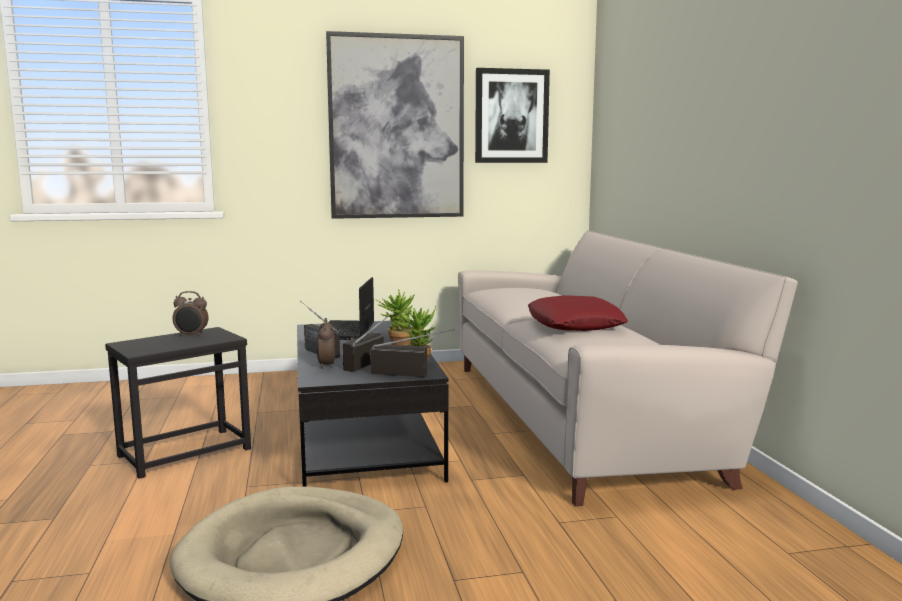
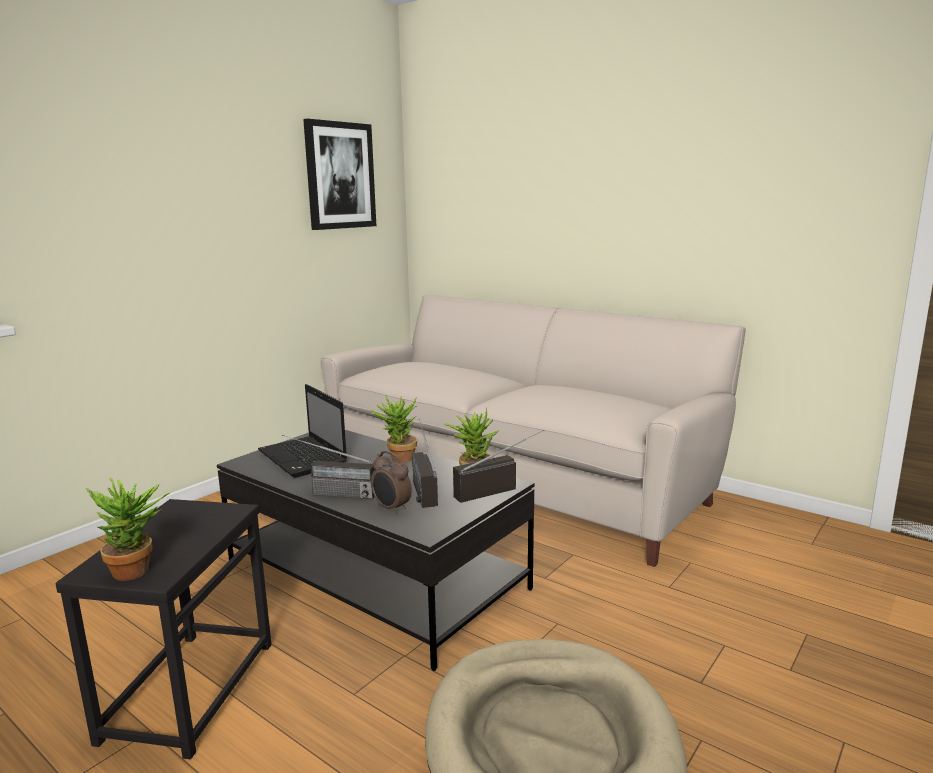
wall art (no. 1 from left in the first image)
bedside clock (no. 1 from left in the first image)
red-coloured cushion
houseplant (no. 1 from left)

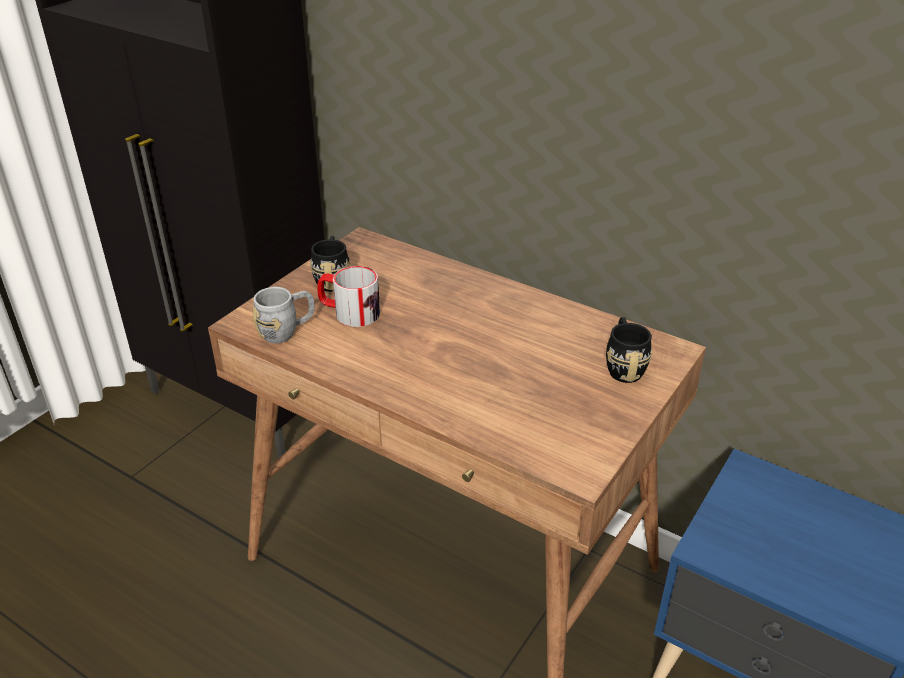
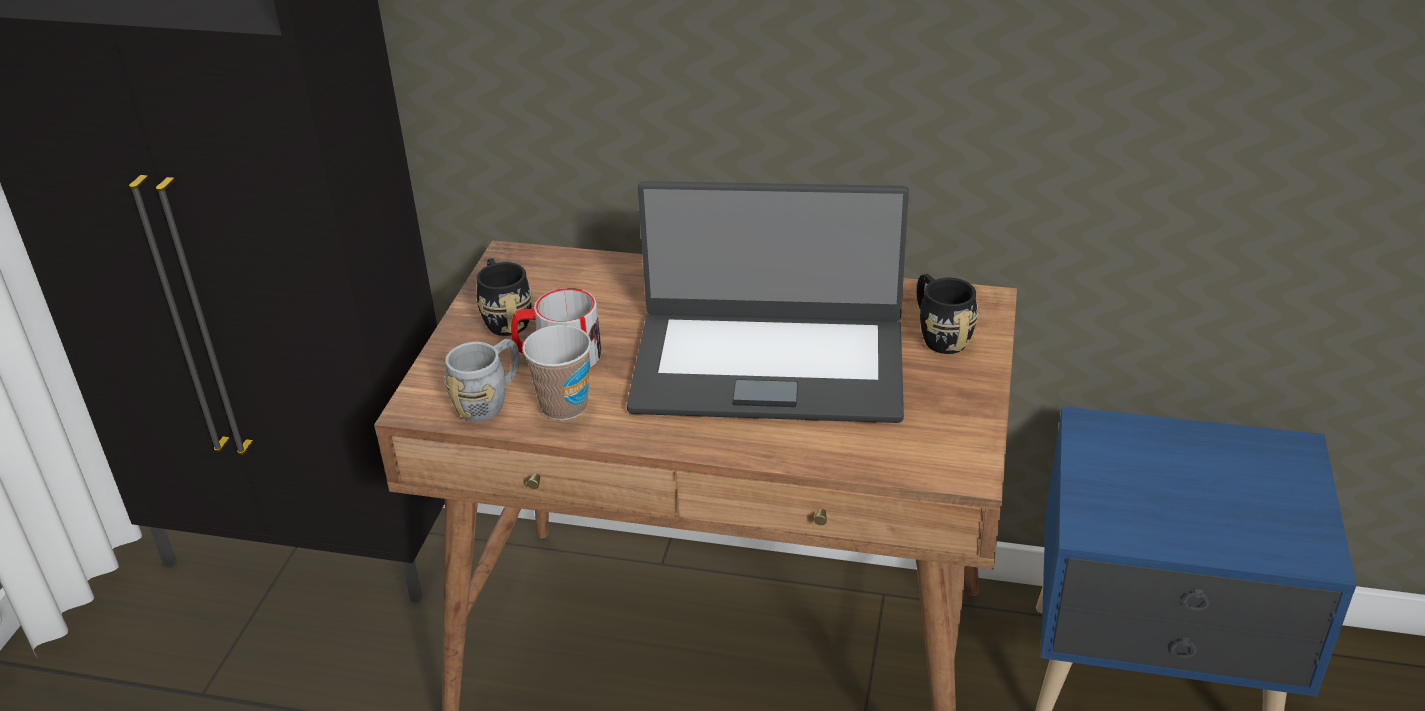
laptop
small cup

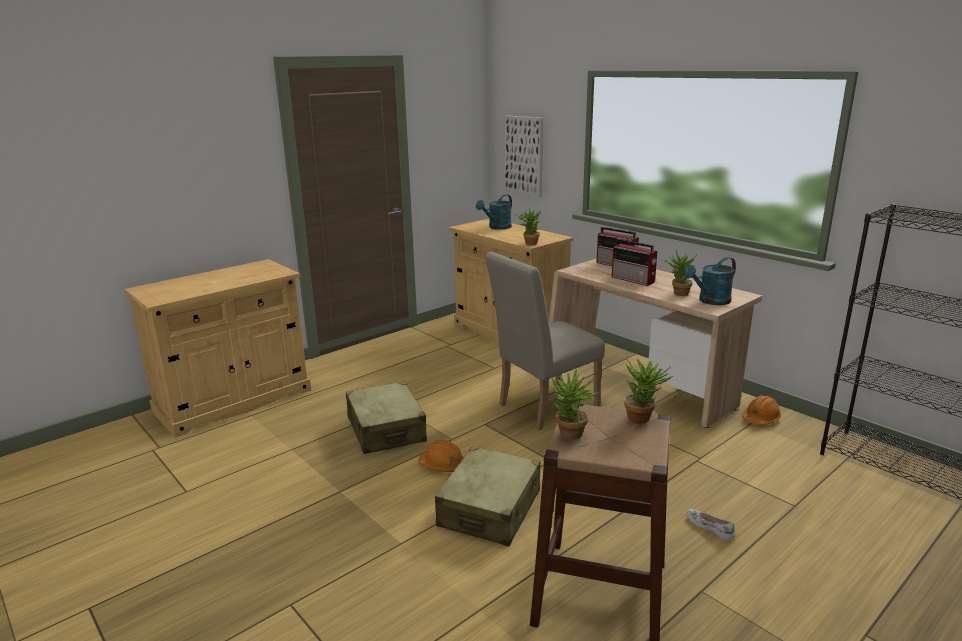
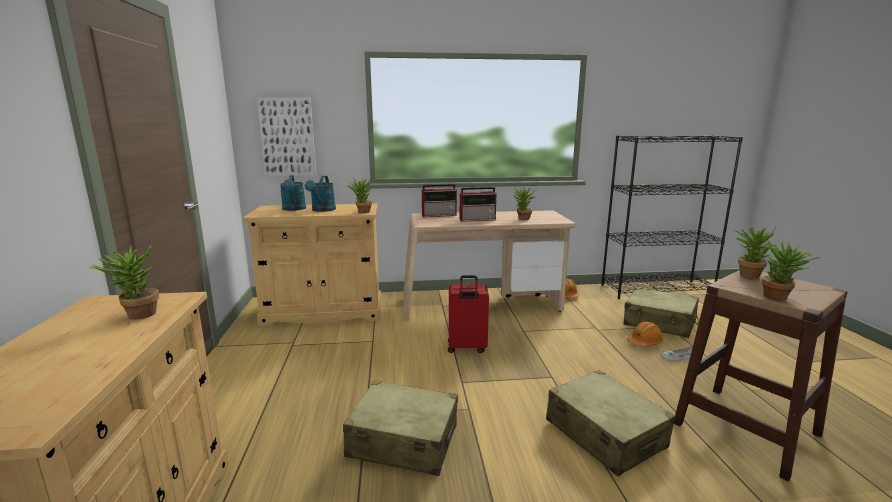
red-coloured travel case
turquoise sprinkling can (no. 2 from left)
orange-coloured hard hat (no. 2 from left)
houseplant (no. 1 from left)
sand-coloured travel case (no. 3 from left)

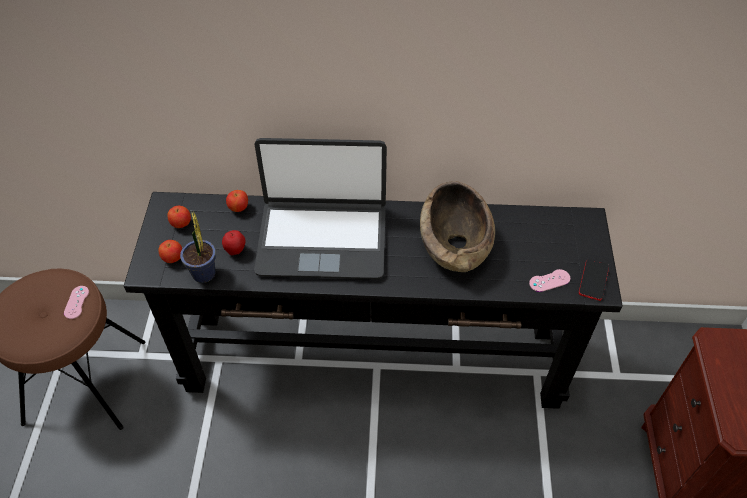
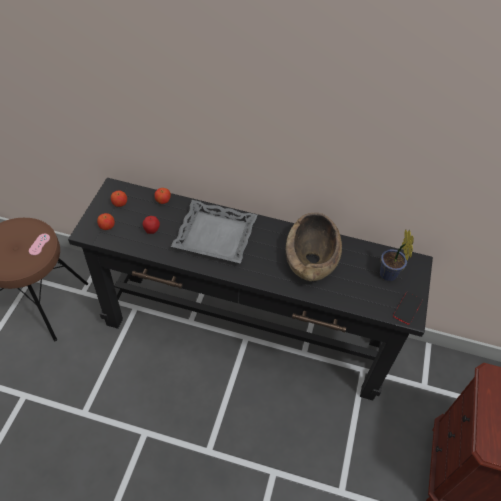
grey tray
houseplant
pink-coloured gamepad (no. 2 from left in the first image)

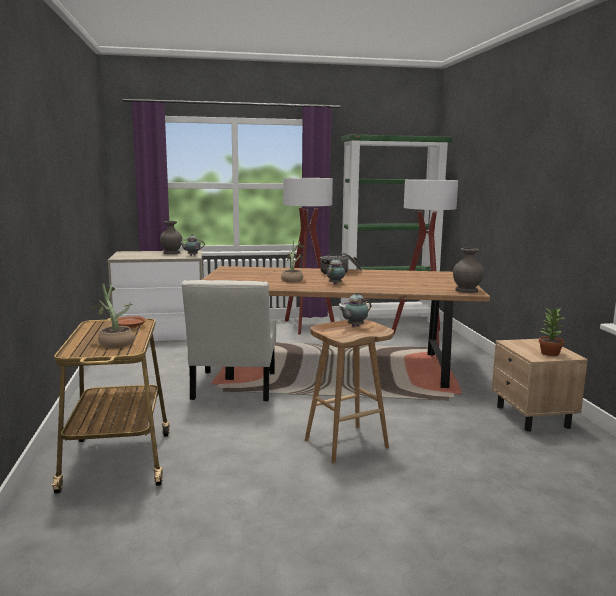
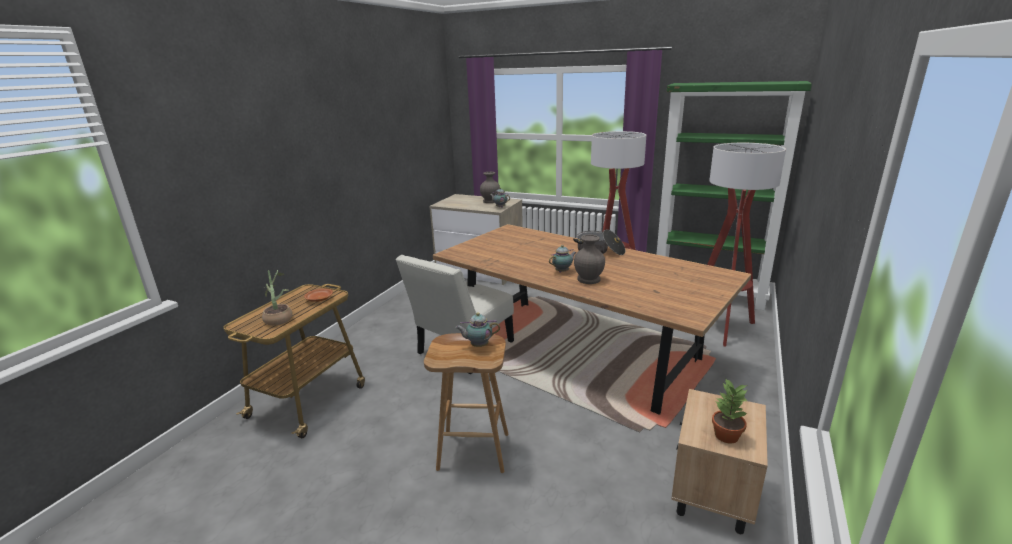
houseplant (no. 2 from left in the first image)
grey decorative vase (no. 2 from left)

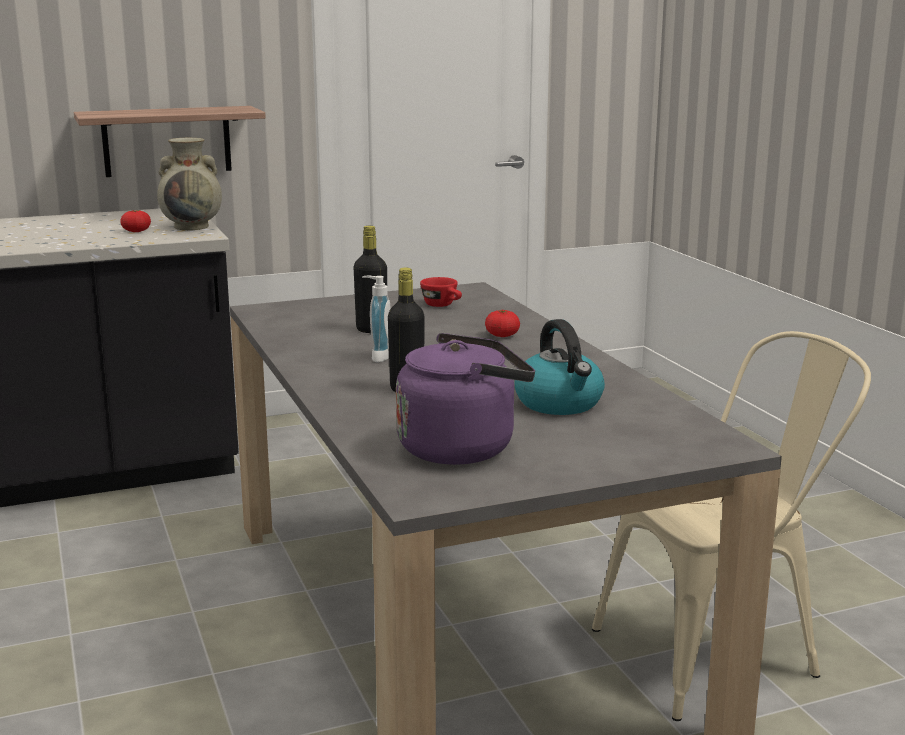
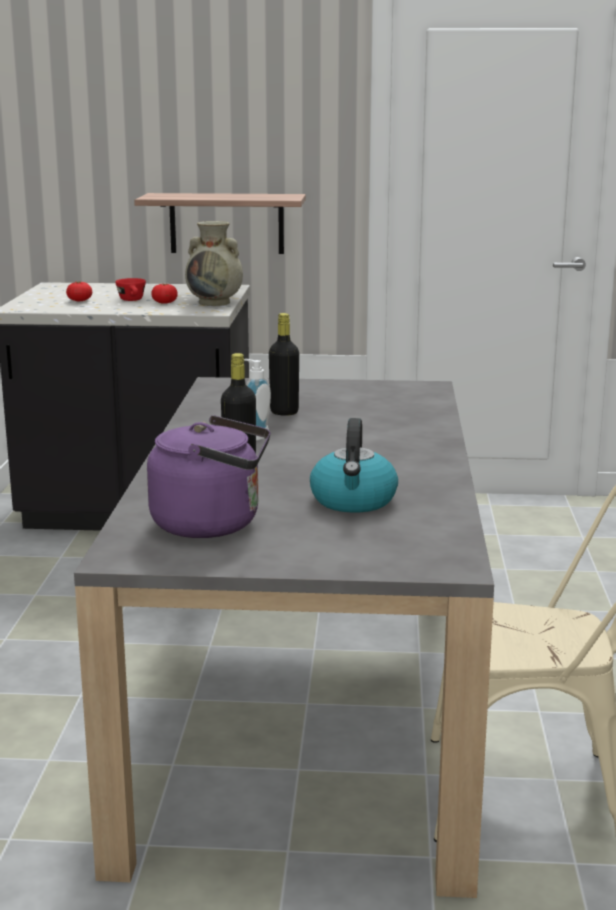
red-coloured small cup
whole tomato (no. 1 from left)

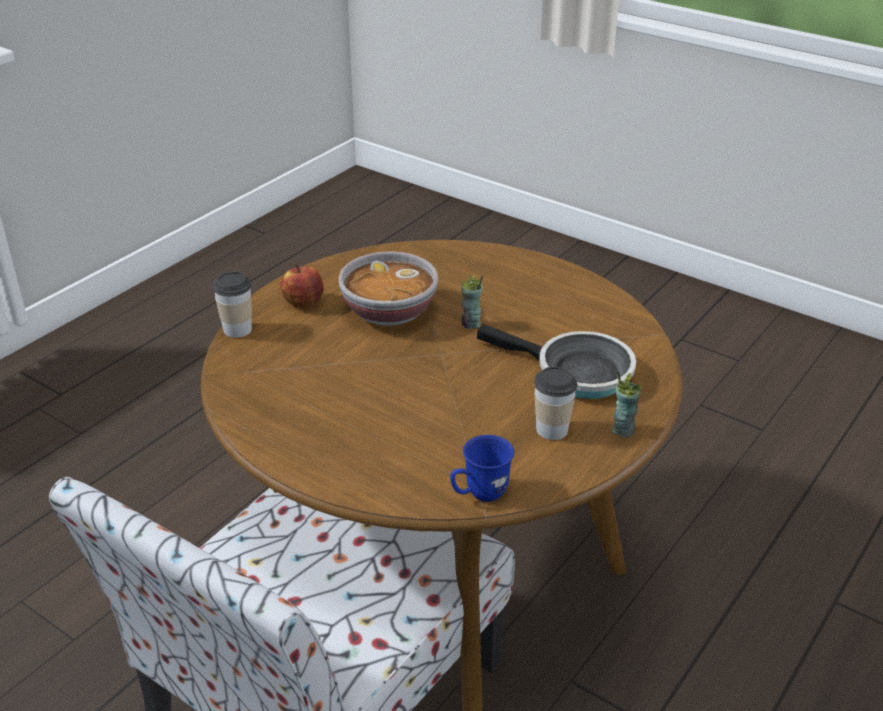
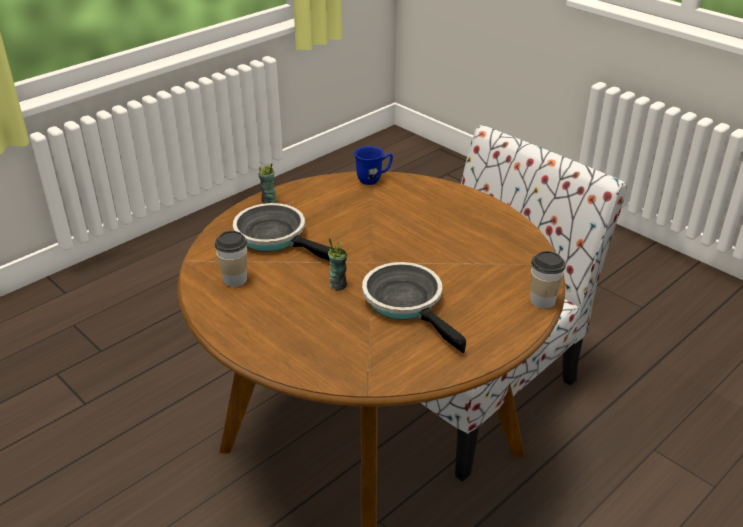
pan (no. 2 from left)
apple
small cup (no. 1 from left)

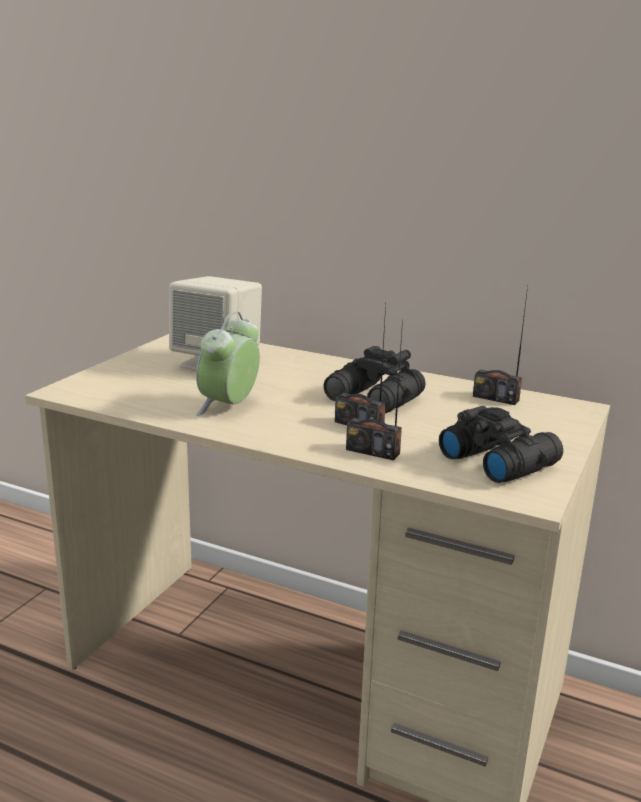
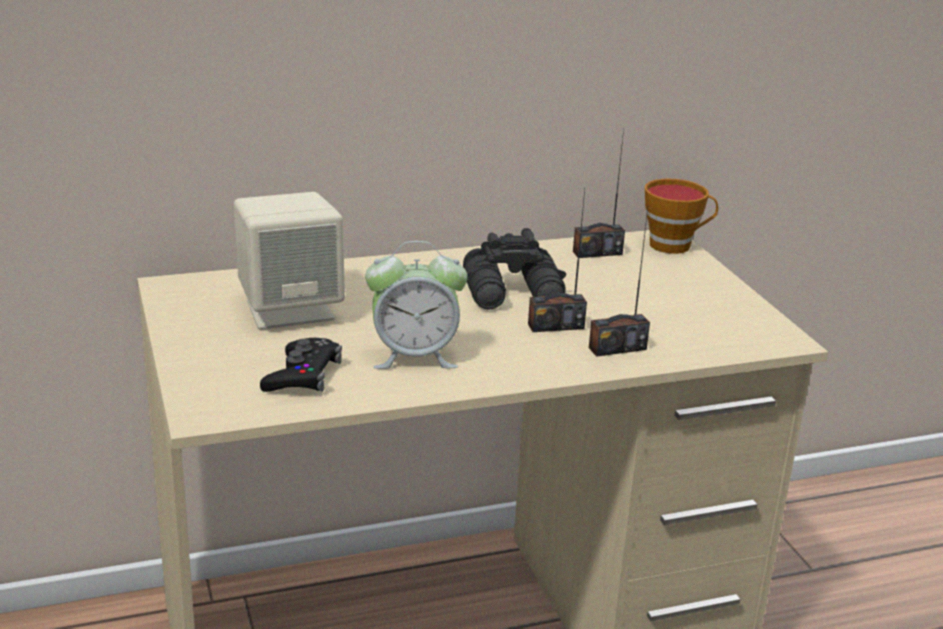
bedside clock
black-coloured binoculars (no. 2 from left in the first image)
small cup
black-coloured gamepad

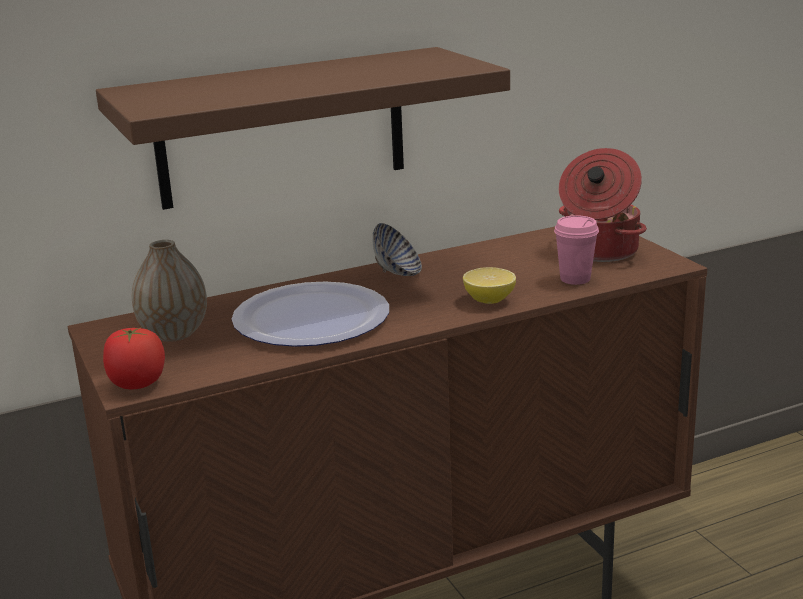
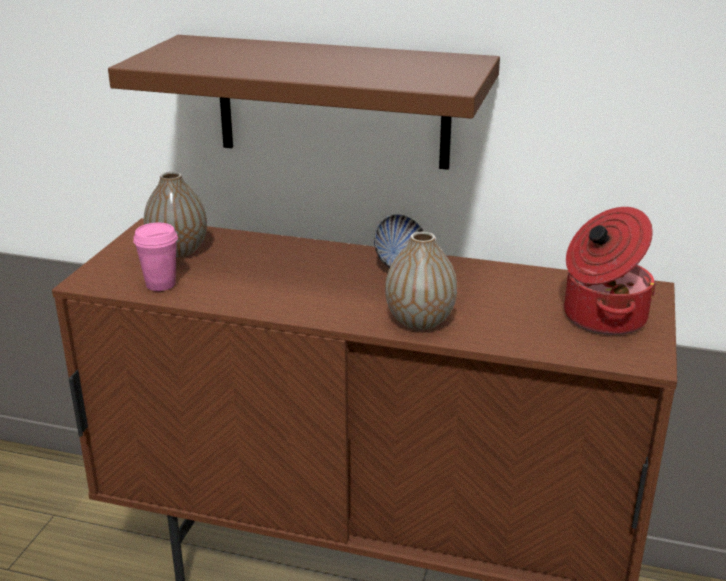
pink-coloured small cup
decorative vase (no. 2 from left)
plate
whole tomato

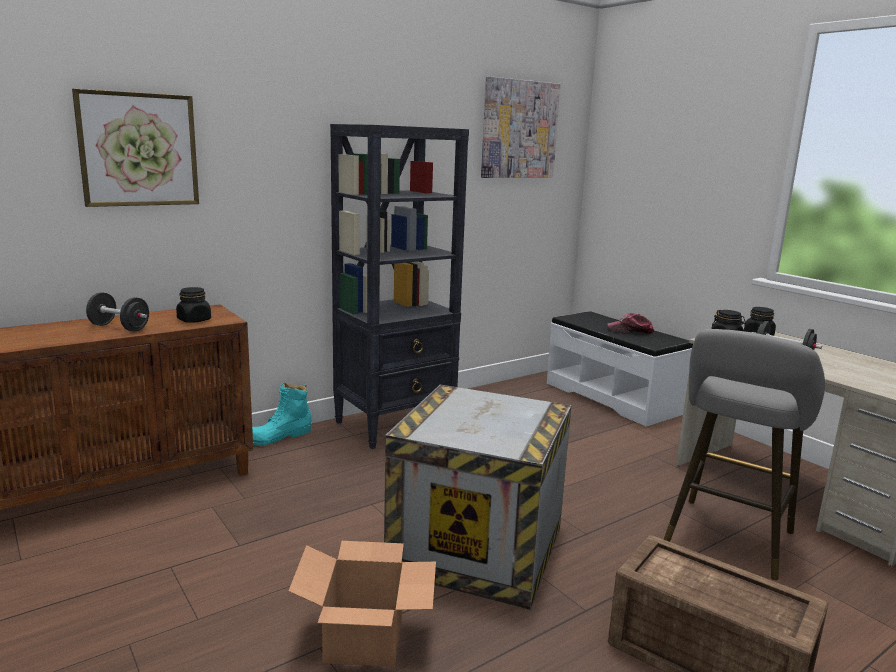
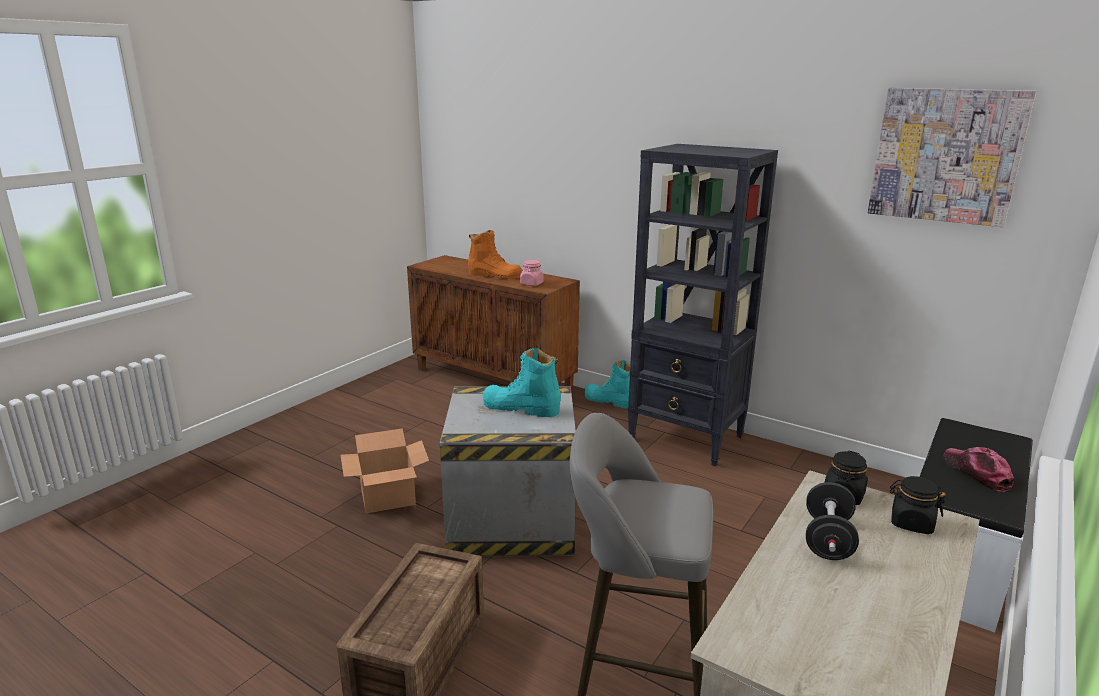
wall art (no. 1 from left in the first image)
pink-coloured storage jar
orange-coloured high-top boot
turquoise high-top boot (no. 1 from left)

